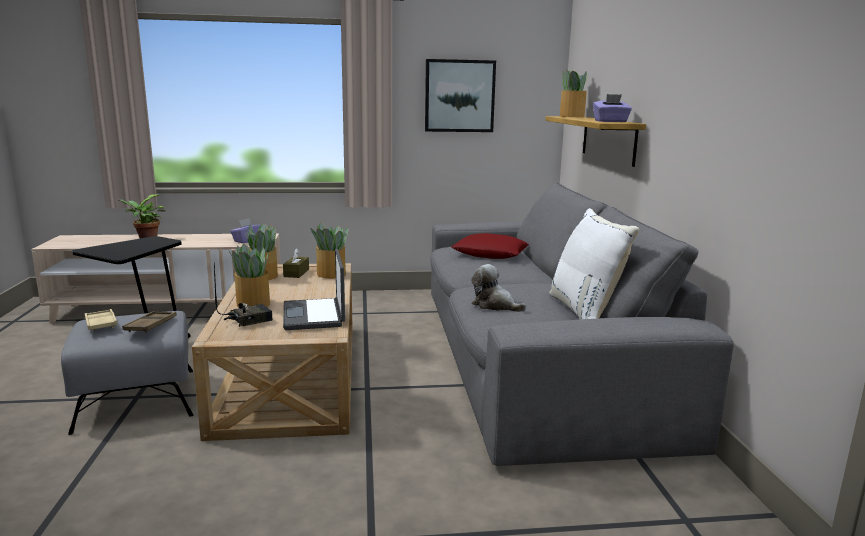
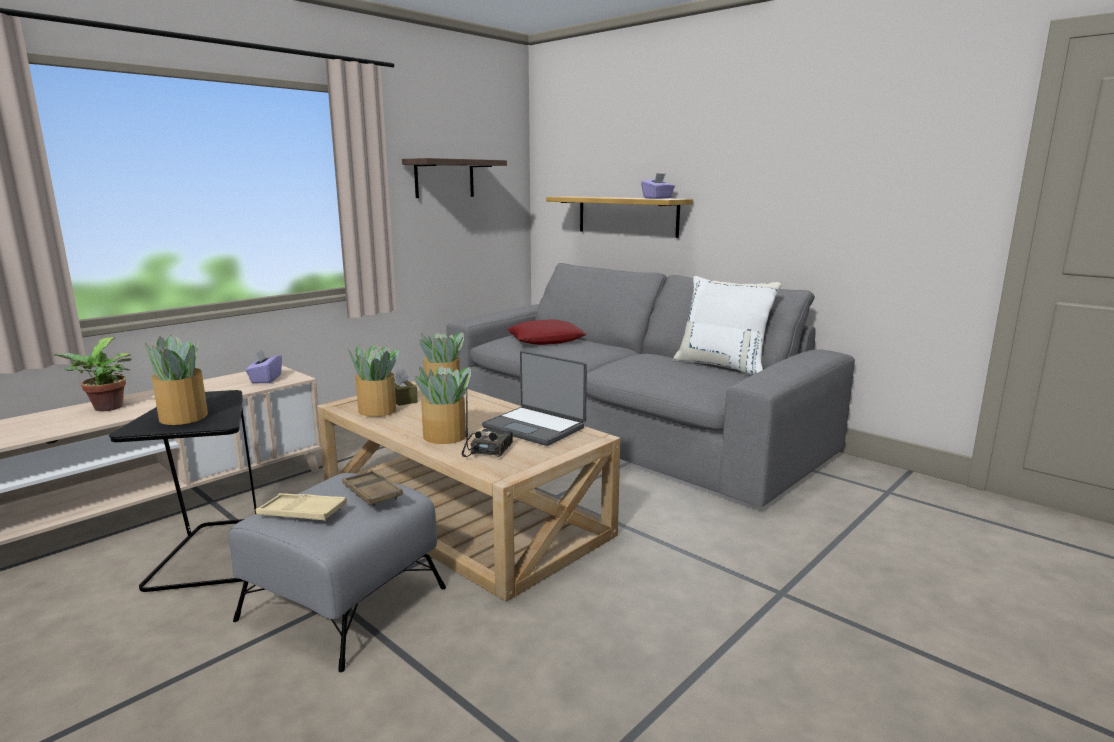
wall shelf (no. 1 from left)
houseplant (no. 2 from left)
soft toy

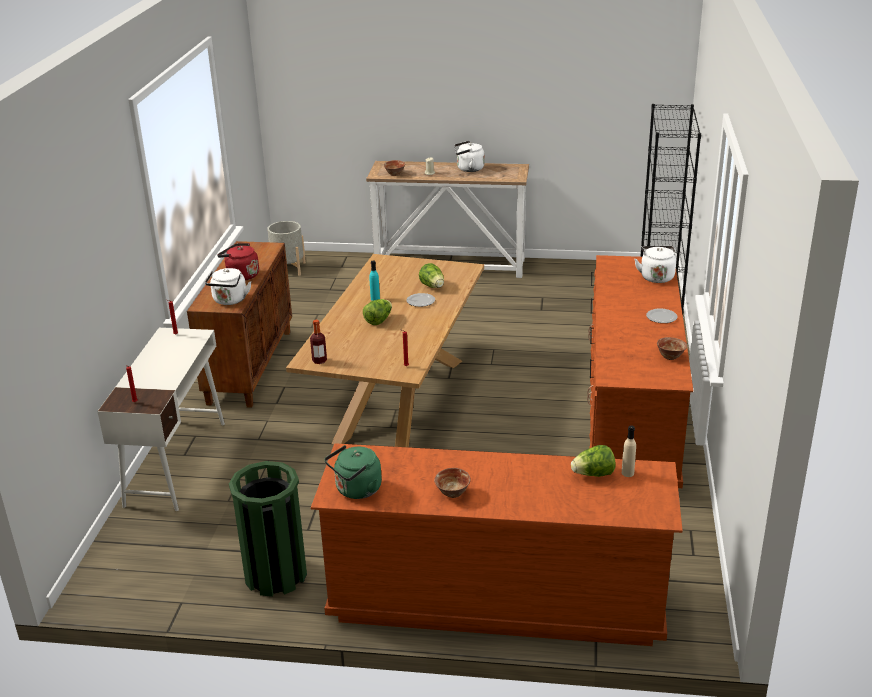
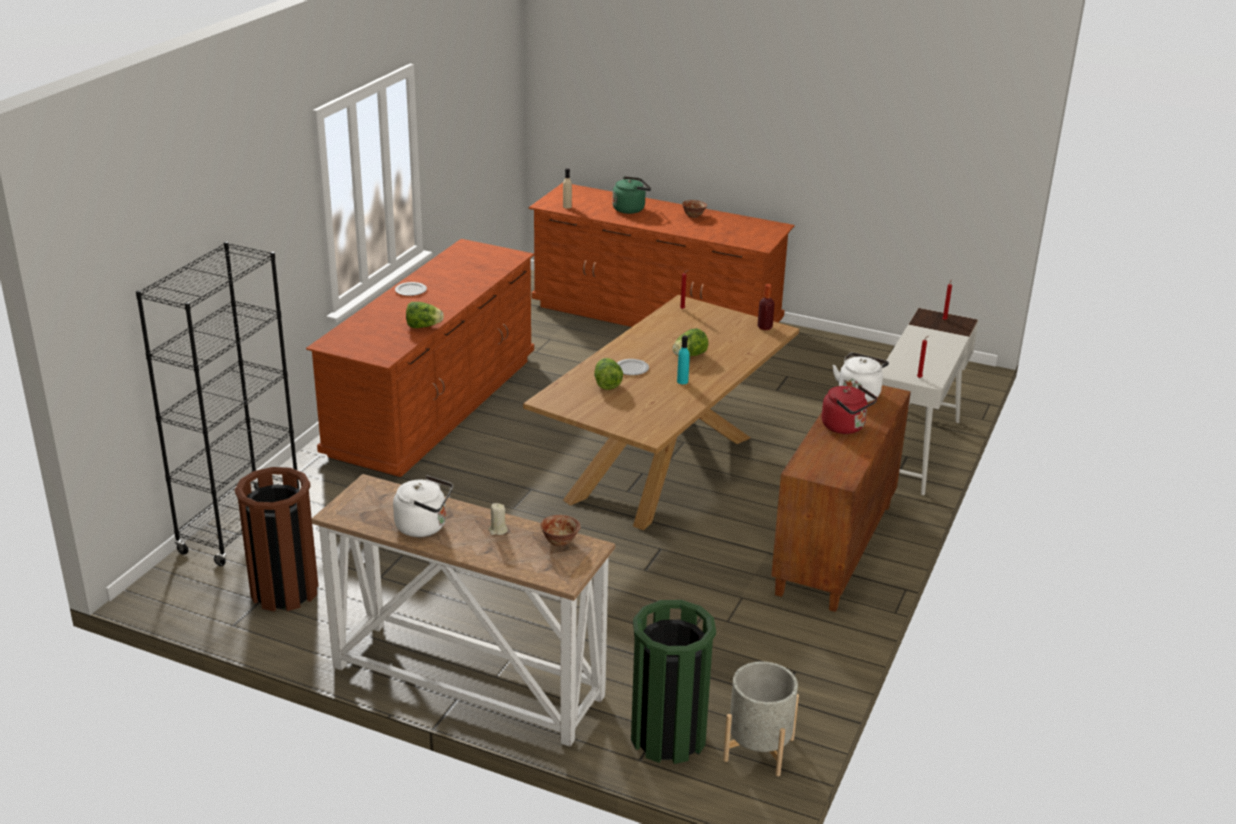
white water kettle (no. 3 from left in the first image)
bowl (no. 3 from left in the first image)
green-coloured water kettle
lettuce head (no. 1 from left)
green-coloured waste bin
brownish waste bin

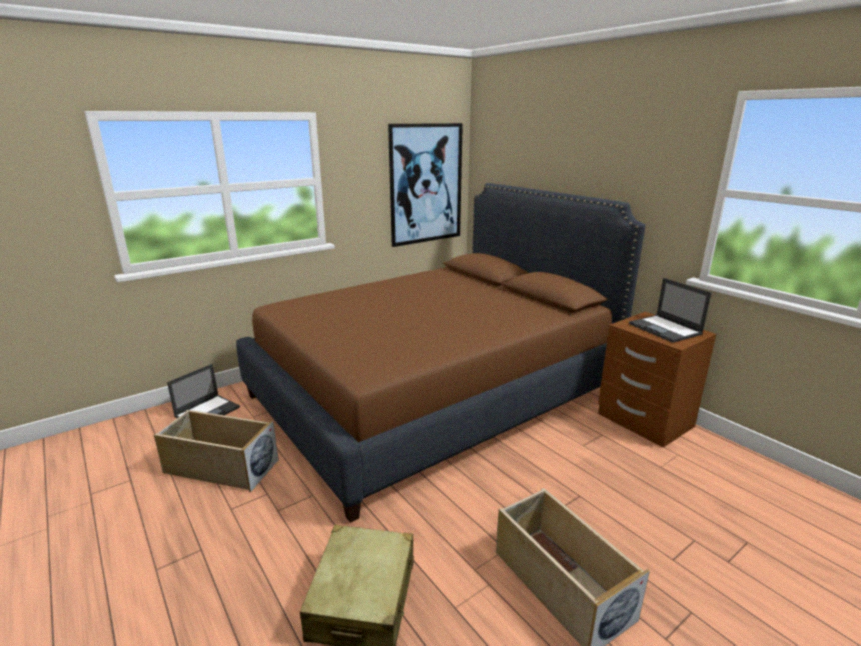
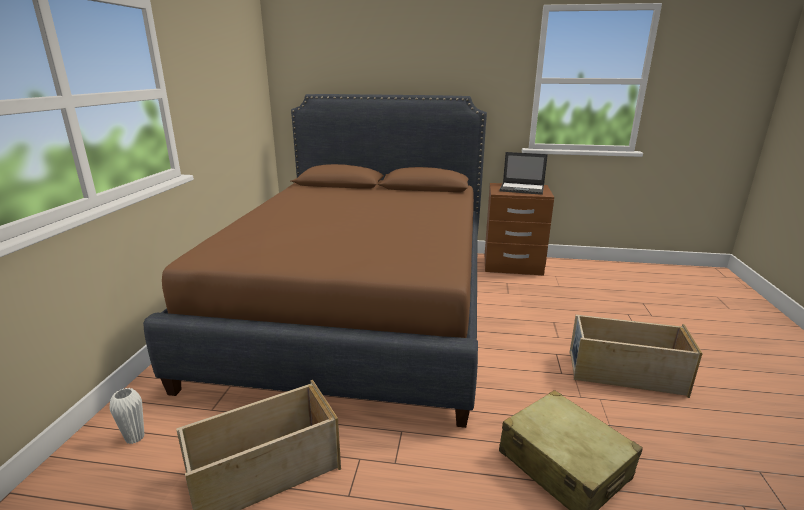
wall art
white decorative vase

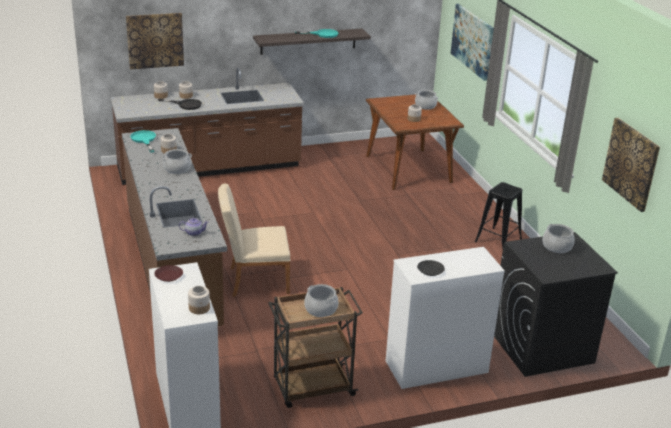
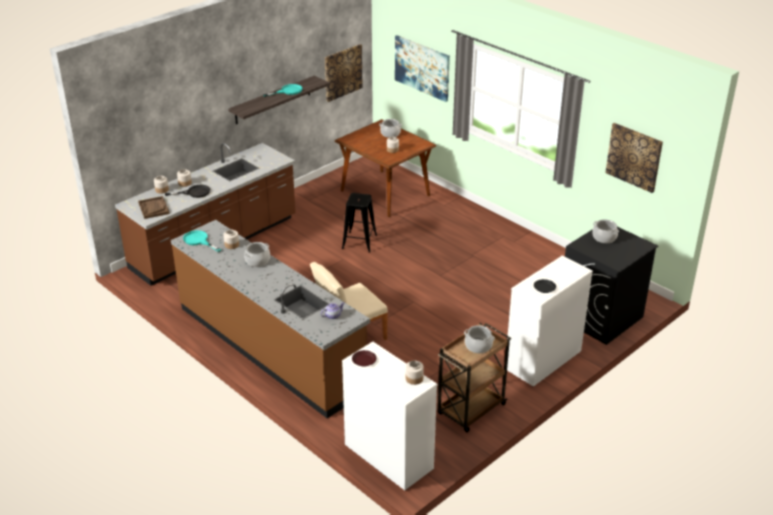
wall art (no. 1 from left)
black-coloured sitting stool
brownish tray

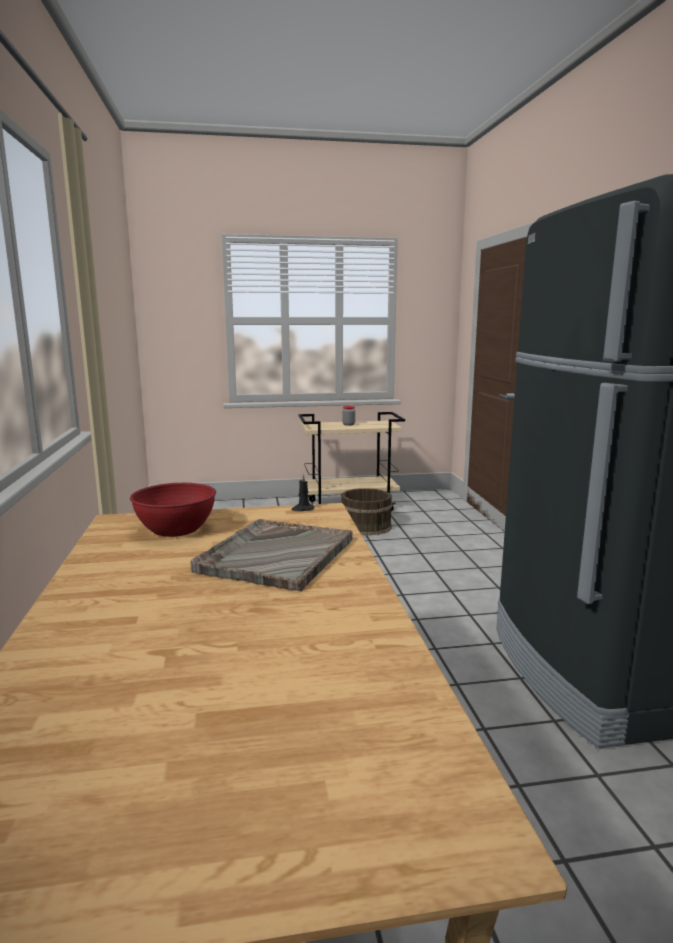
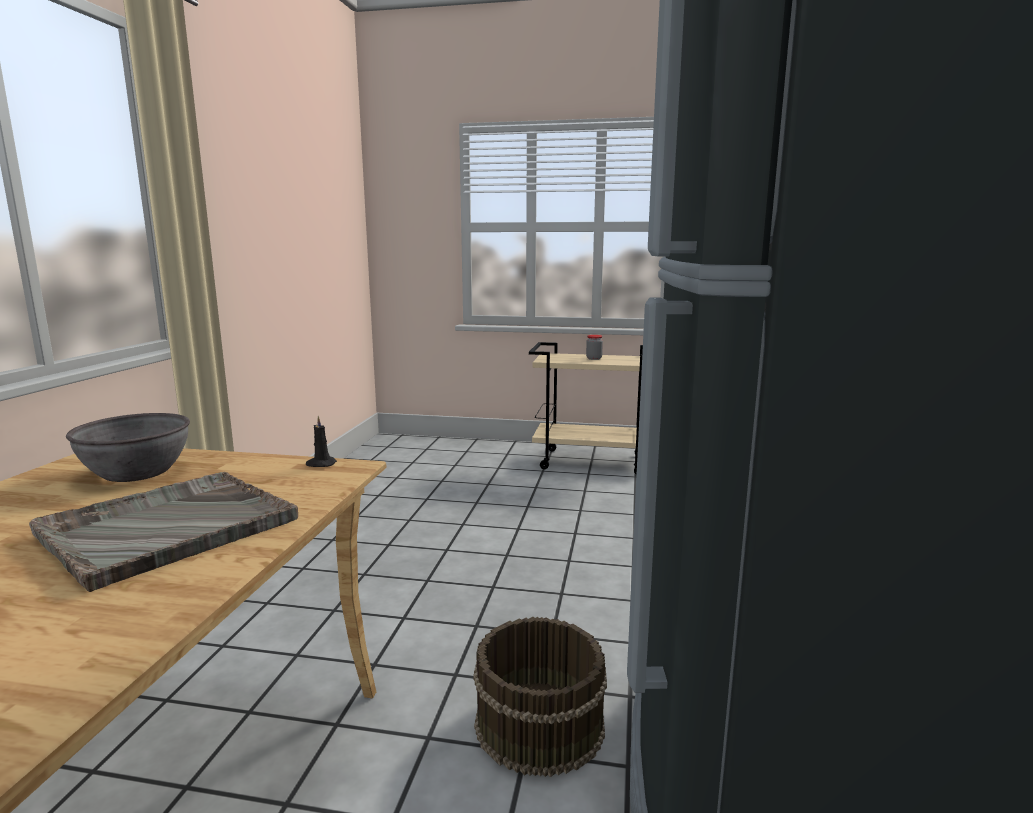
grey bowl
brownish water bucket

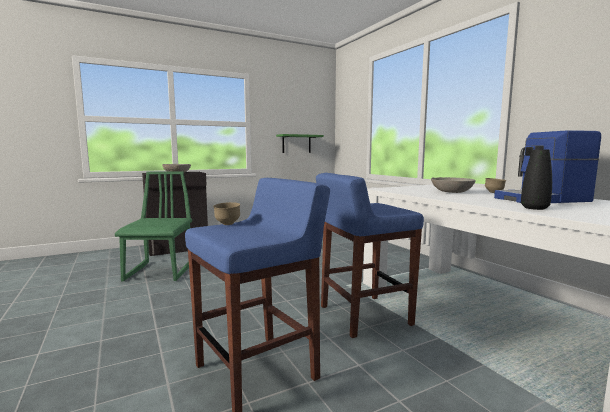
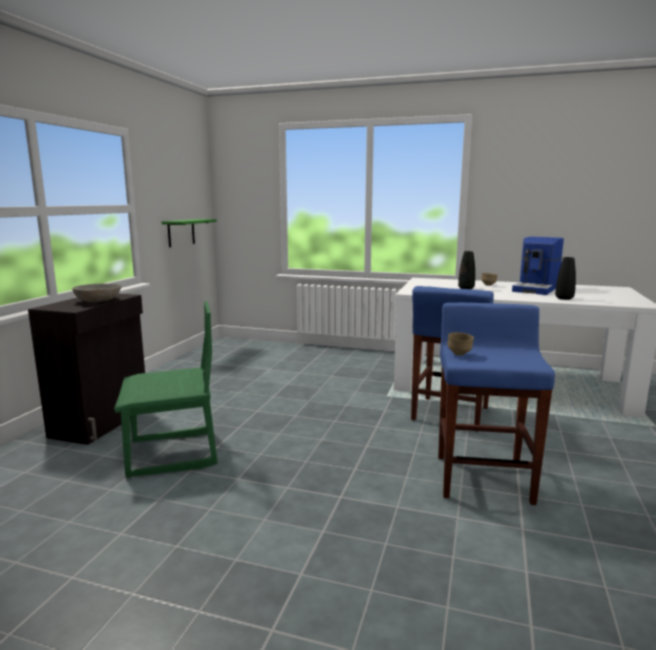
green-coloured chair
black-coloured decorative vase (no. 1 from left)

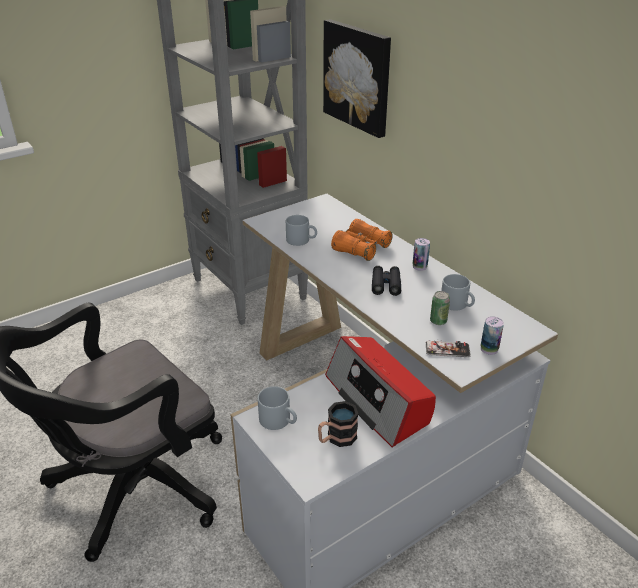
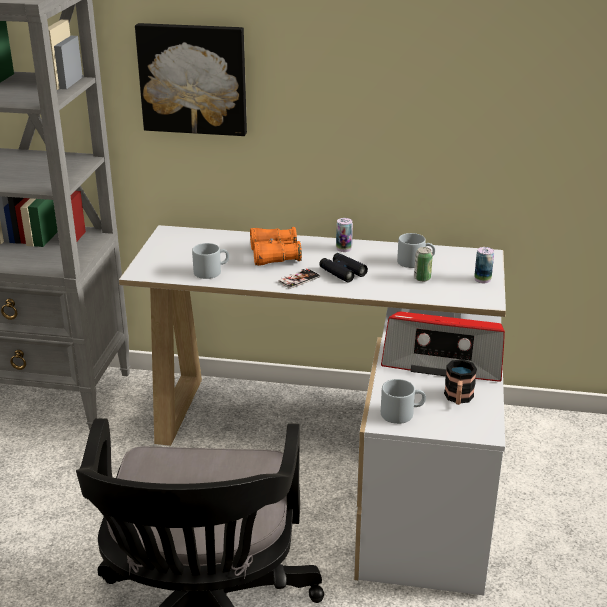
telephone

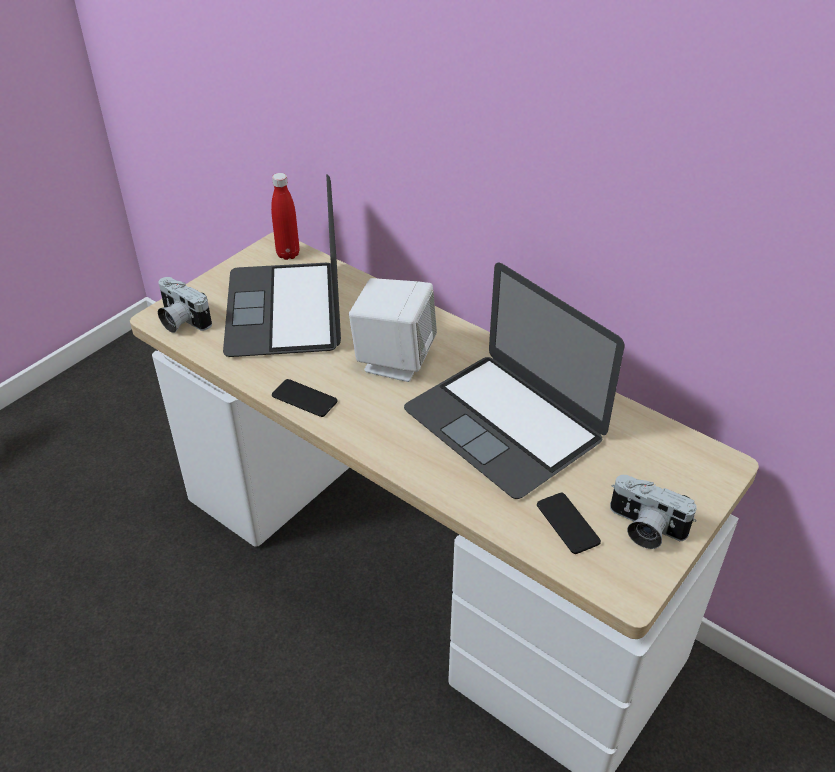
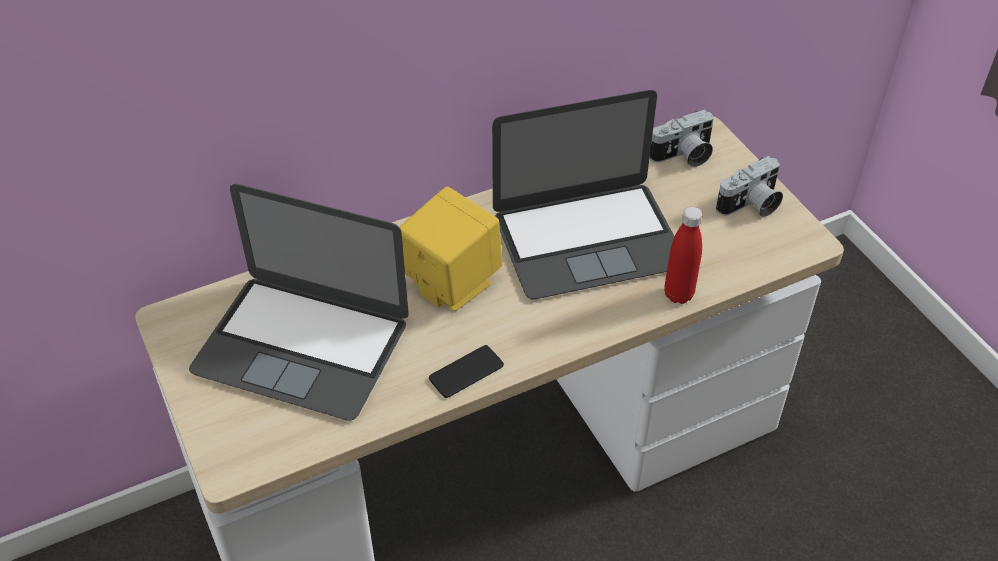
red-coloured drink bottle
still camera (no. 1 from left)
yellowish speaker
telephone (no. 2 from left in the first image)

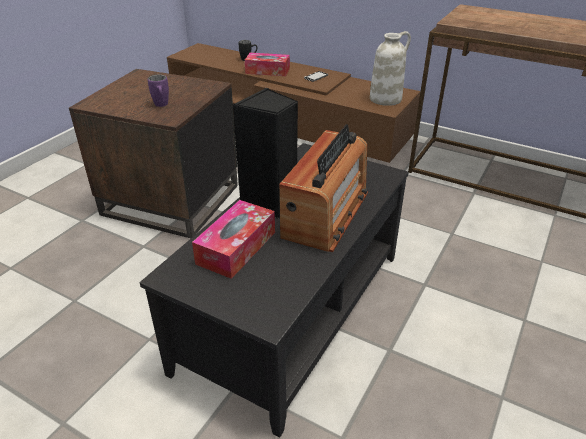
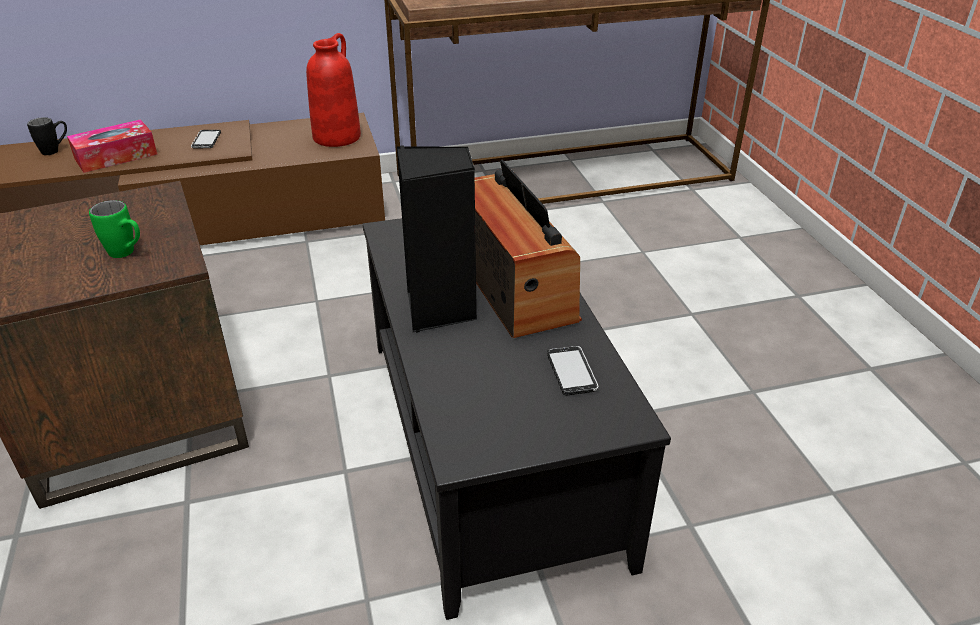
red-coloured decorative vase
green-coloured coffee mug
tissue box (no. 1 from left in the first image)
telephone (no. 2 from left)

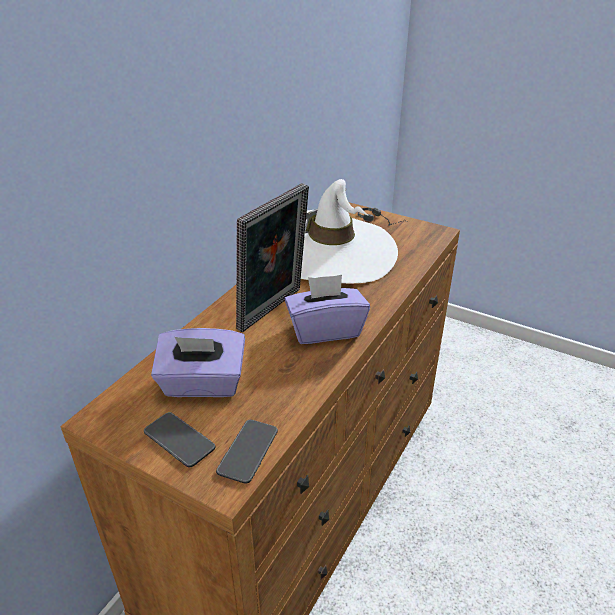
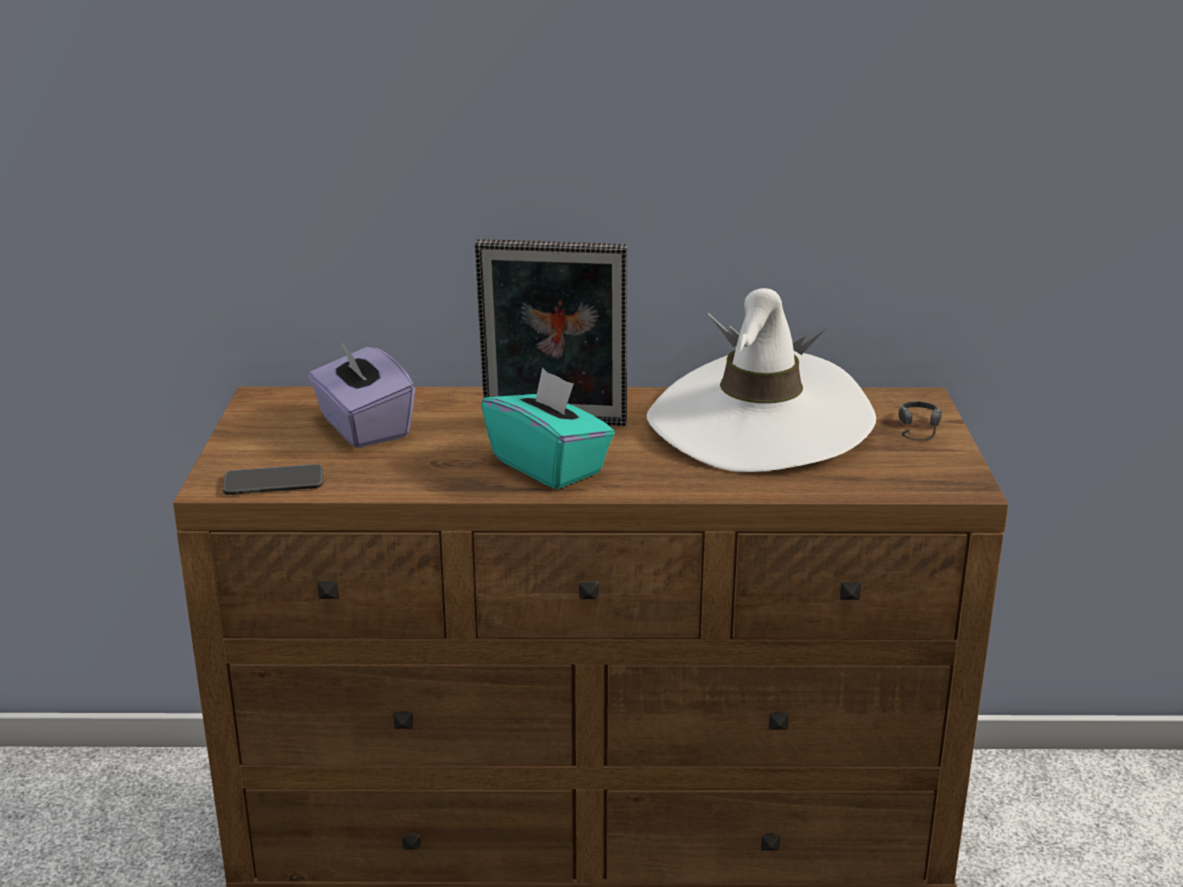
turquoise tissue box
telephone (no. 1 from left in the first image)

